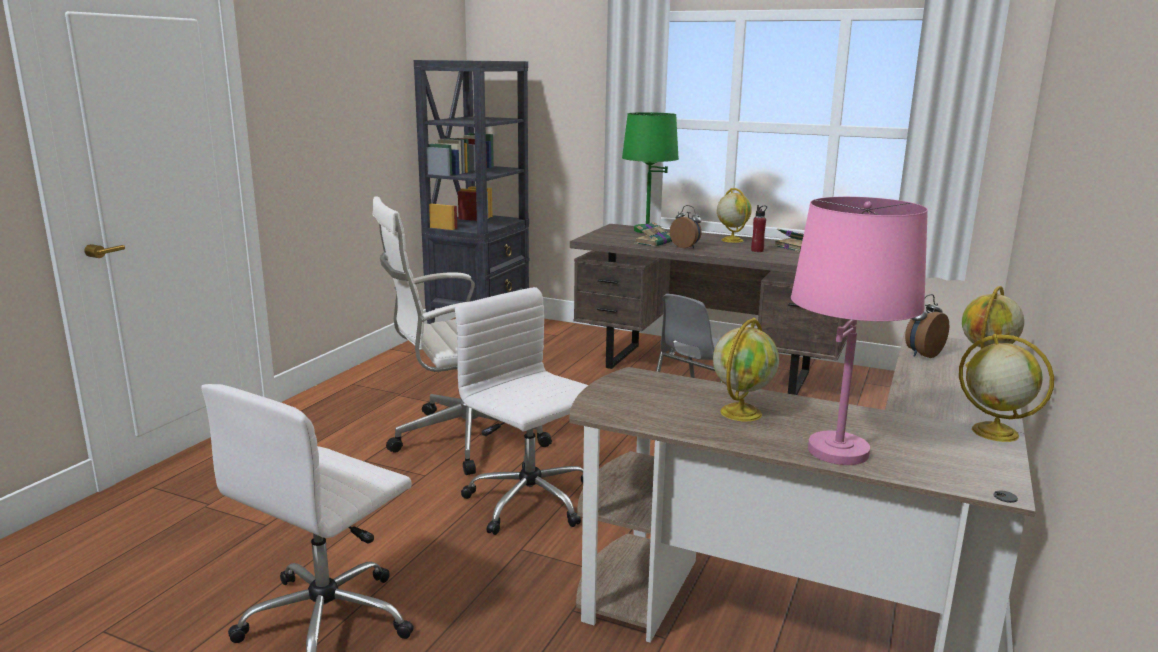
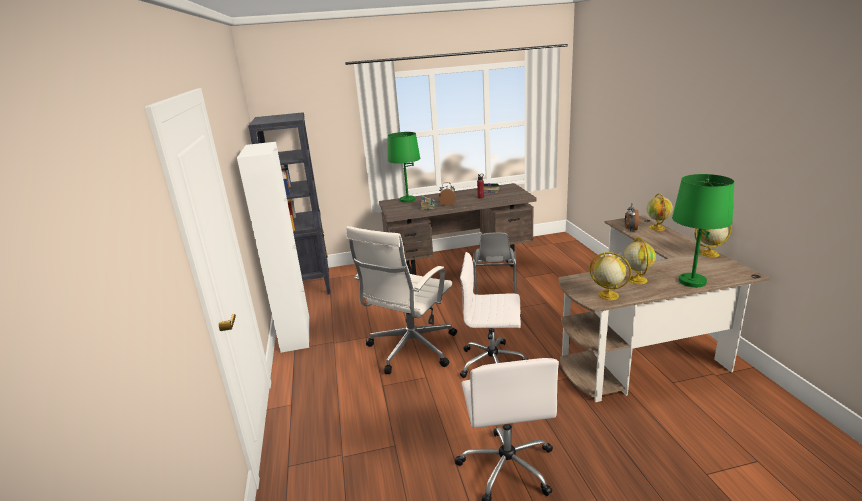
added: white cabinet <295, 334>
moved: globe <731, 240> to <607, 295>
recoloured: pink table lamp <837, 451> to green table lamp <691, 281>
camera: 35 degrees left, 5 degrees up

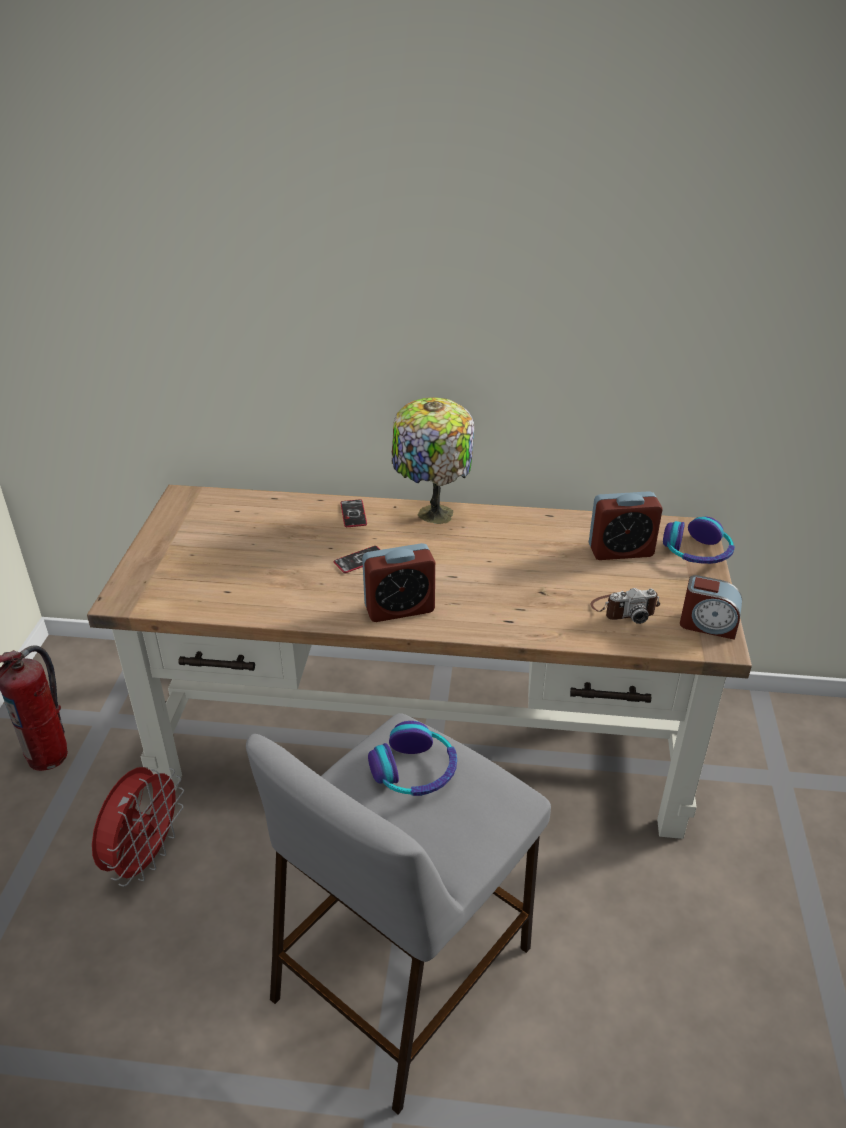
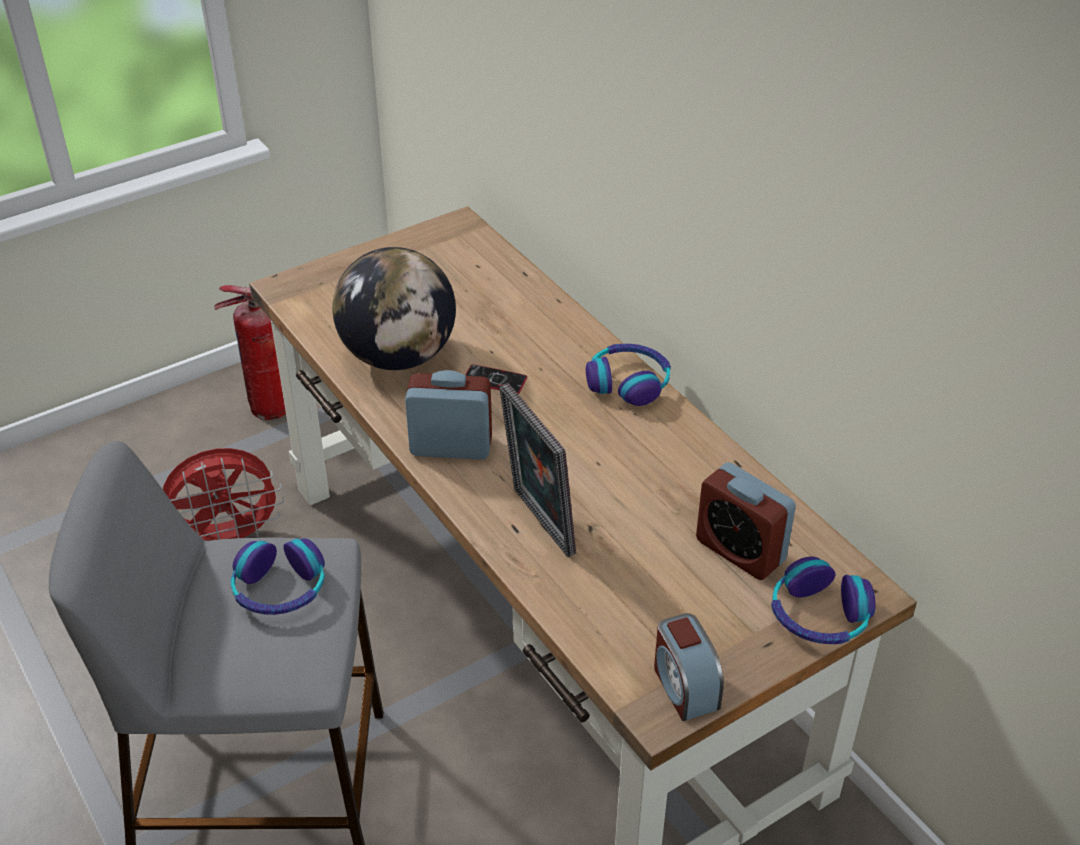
removed: phone <353, 514>; photo camera <624, 609>
added: globe <398, 356>; picture frame <538, 523>
replaced: table lamp <432, 514> to headphones <628, 382>
turned: alarm clock <399, 608> = <451, 446> 150 degrees clockwise
camera: 50 degrees right, 5 degrees up

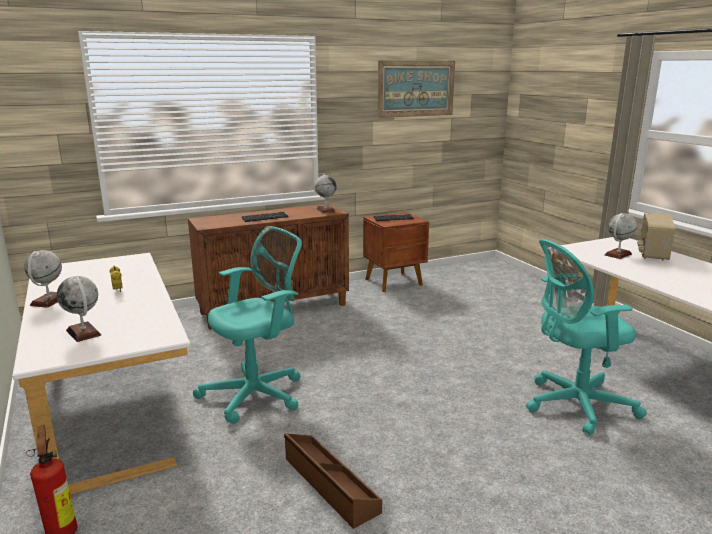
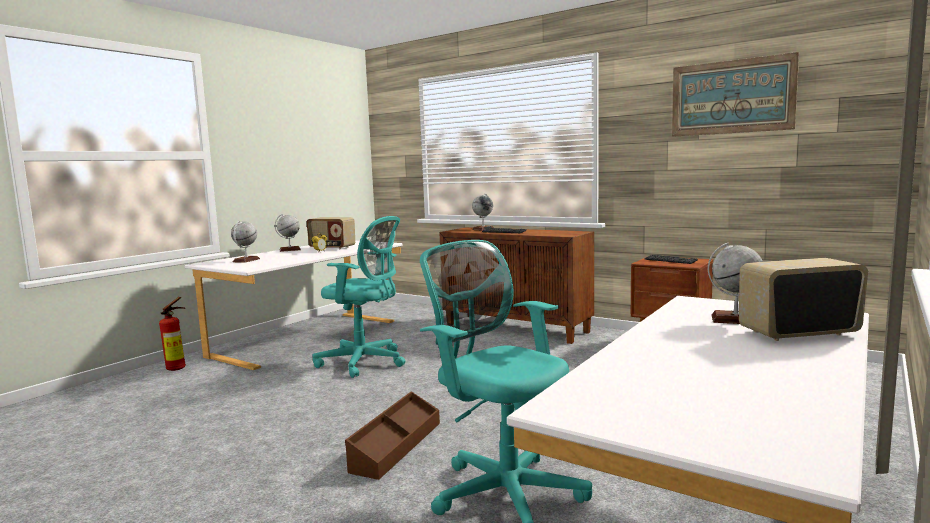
added: radio <331, 248>
moved: brown storage box <329, 485> to <396, 446>; globe <325, 210> to <483, 229>
camera: 60 degrees right, 10 degrees down

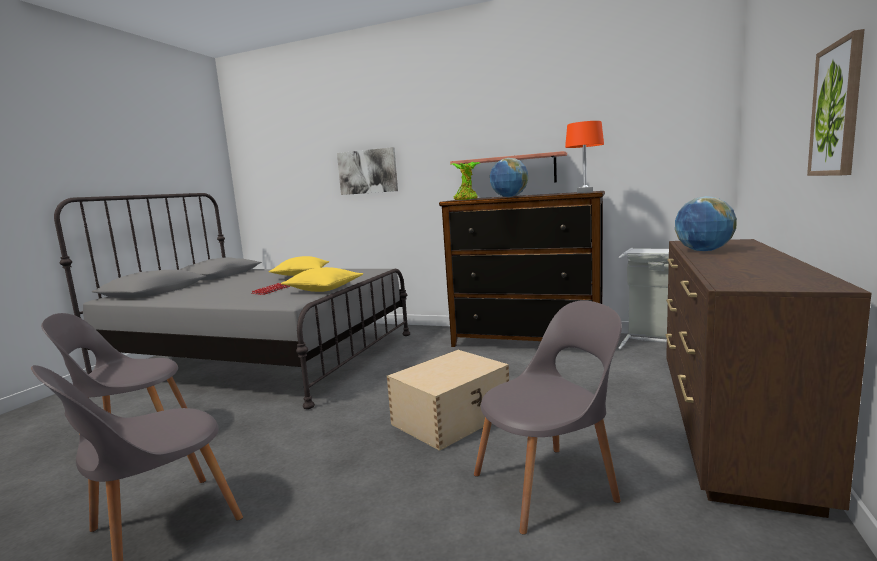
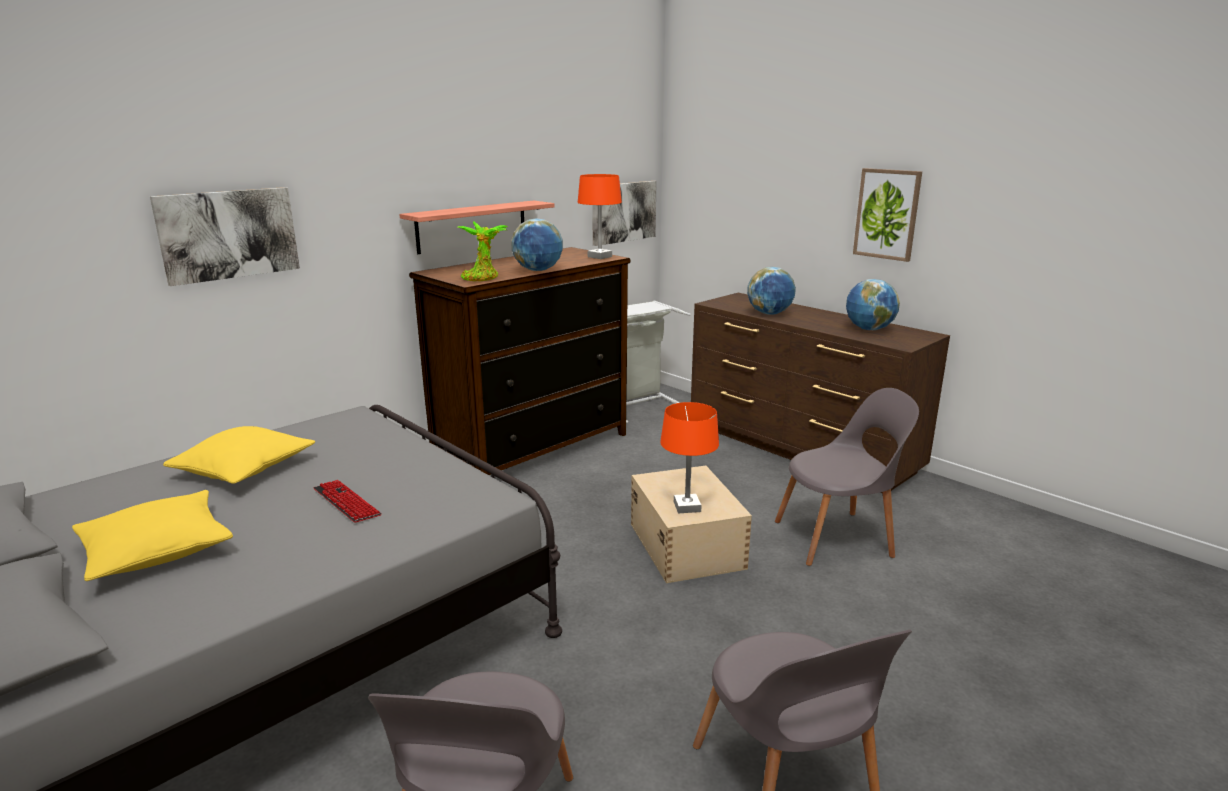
added: picture <623, 212>; orange table lamp <687, 507>; globe <869, 329>
moved: yellow pillow <324, 289> to <157, 551>
turned: grey chair <548, 485> = <838, 538> 75 degrees clockwise
camera: 65 degrees left, 10 degrees up

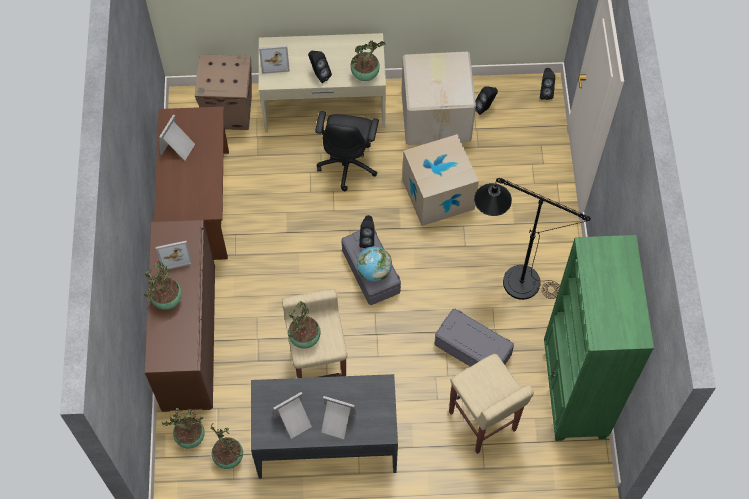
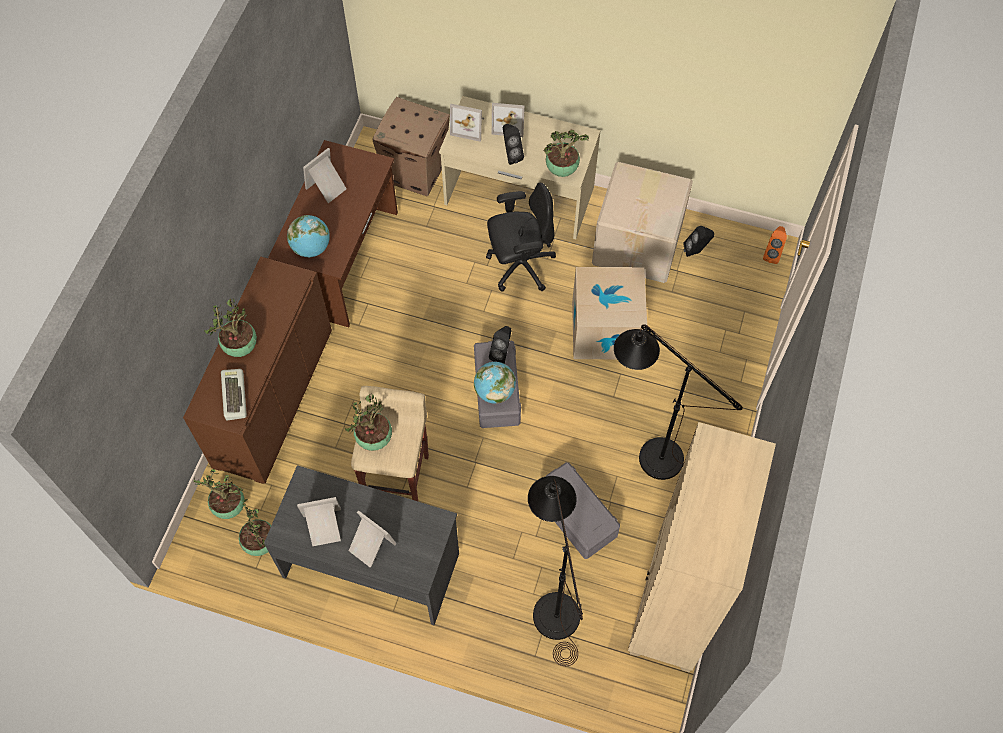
added: keyboard <233, 395>; globe <311, 248>
moved: picture frame <175, 254> to <509, 123>
replaced: beige stool <482, 422> to black floor lamp <553, 602>
recoloured: black speaker <545, 92> to orange speaker <772, 254>; green bookcase <573, 392> to beige bookcase <672, 604>
turned: black office chair <348, 164> = <520, 265> 135 degrees counterclockwise
camera: 20 degrees right, 0 degrees up

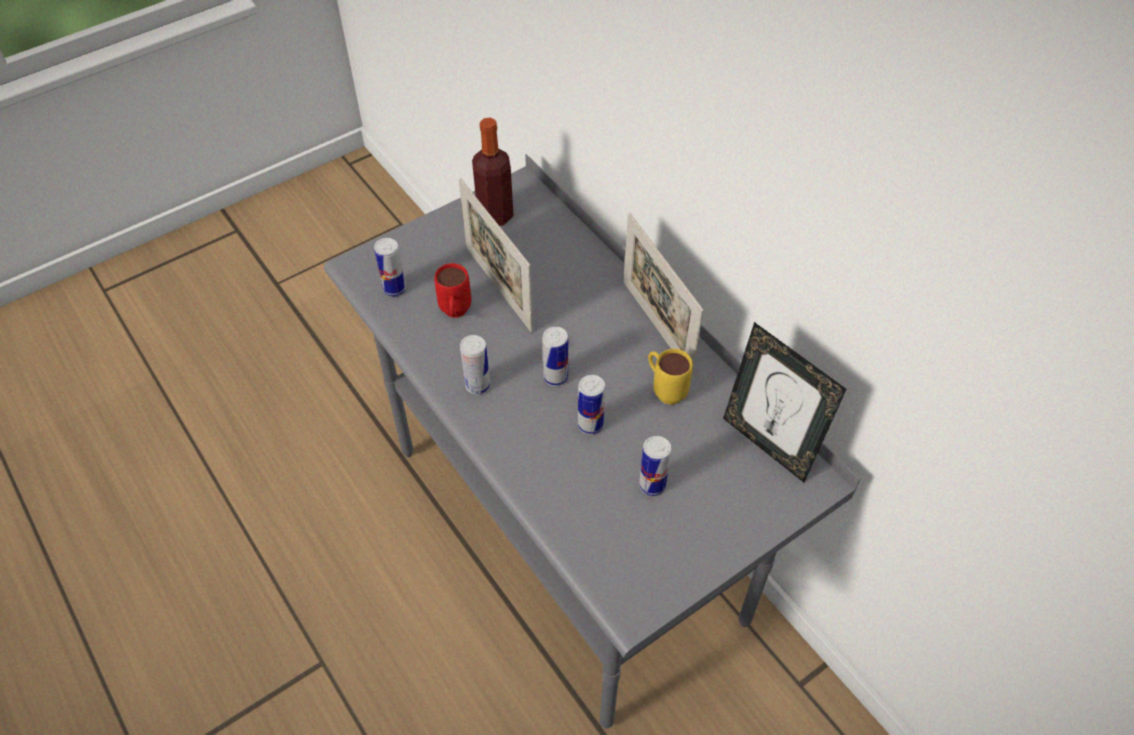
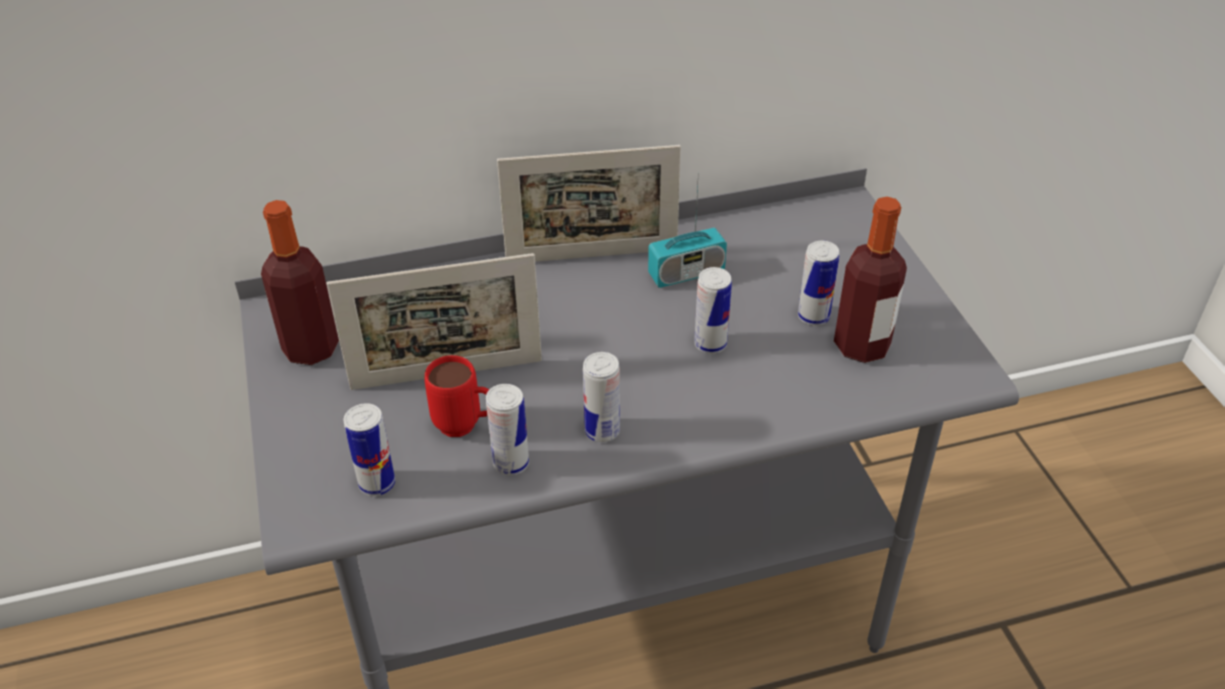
removed: picture frame <768, 444>
added: bottle <861, 346>
moved: can <555, 377> to <511, 463>
replaced: yellow mug <664, 390> to radio <686, 273>
camera: 70 degrees left, 10 degrees down

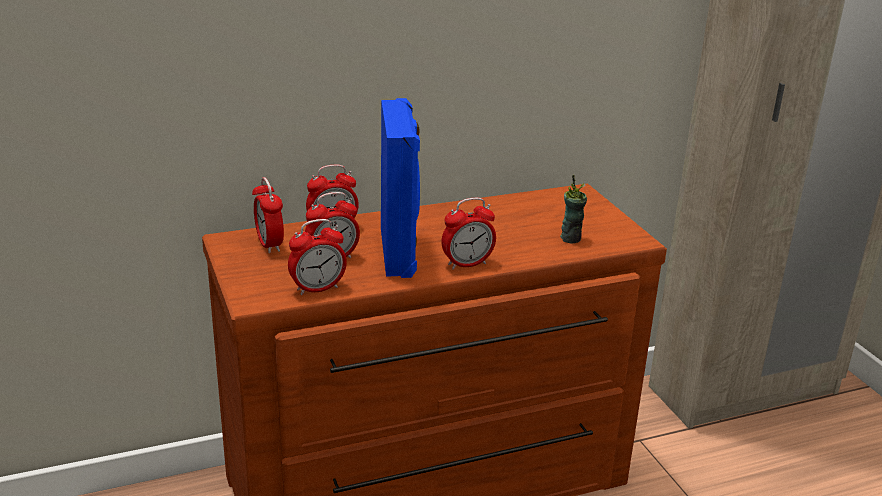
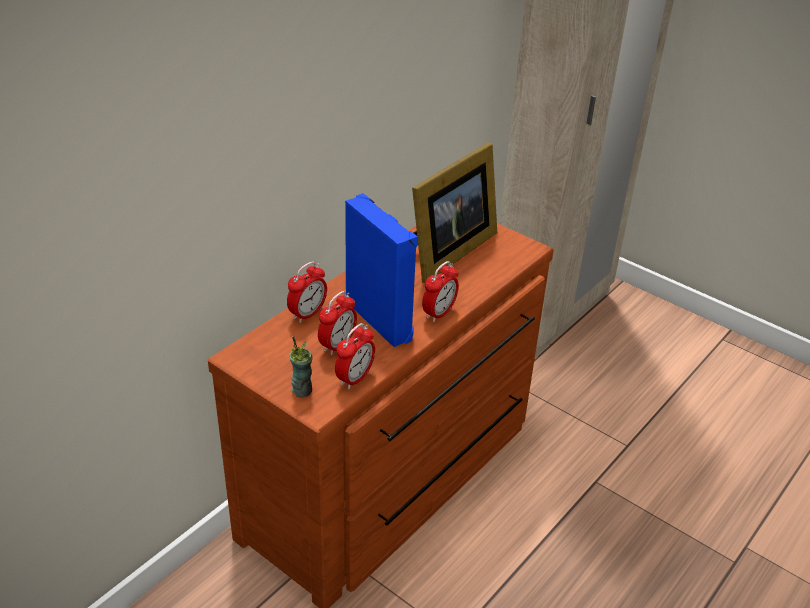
removed: alarm clock <269, 245>
added: picture frame <446, 252>
moved: cup <571, 238> to <302, 390>
camera: 30 degrees left, 10 degrees up

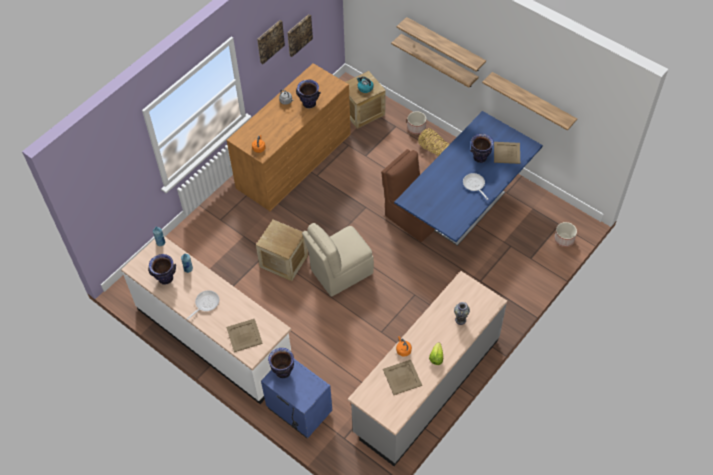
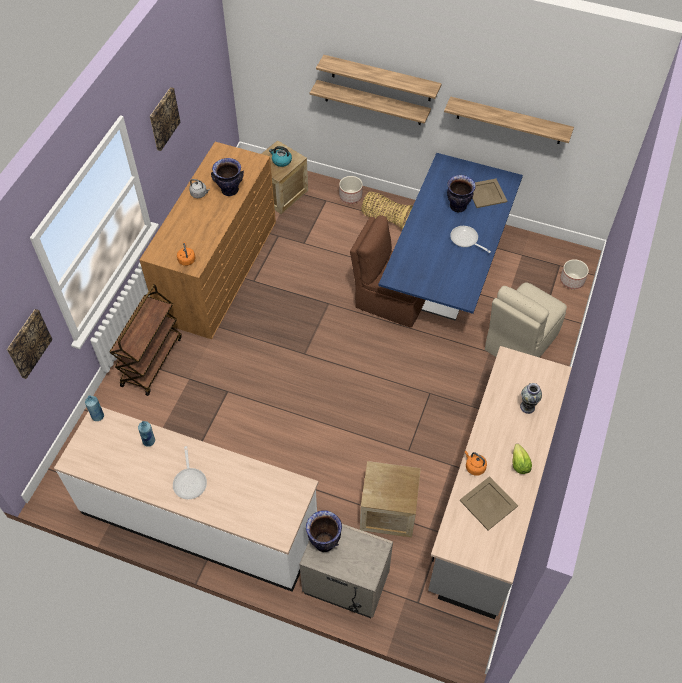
removed: vase <165, 278>; beige tray <244, 335>
added: brown cart <151, 361>
moved: crate <283, 261> to <388, 511>; picture <299, 35> to <28, 343>; beige chair <340, 272> to <519, 343>
recoloured: blue nightstand <298, 410> to beige nightstand <345, 584>
turned: frying pan <205, 304> = <190, 481> 150 degrees clockwise
camera: 20 degrees left, 0 degrees up

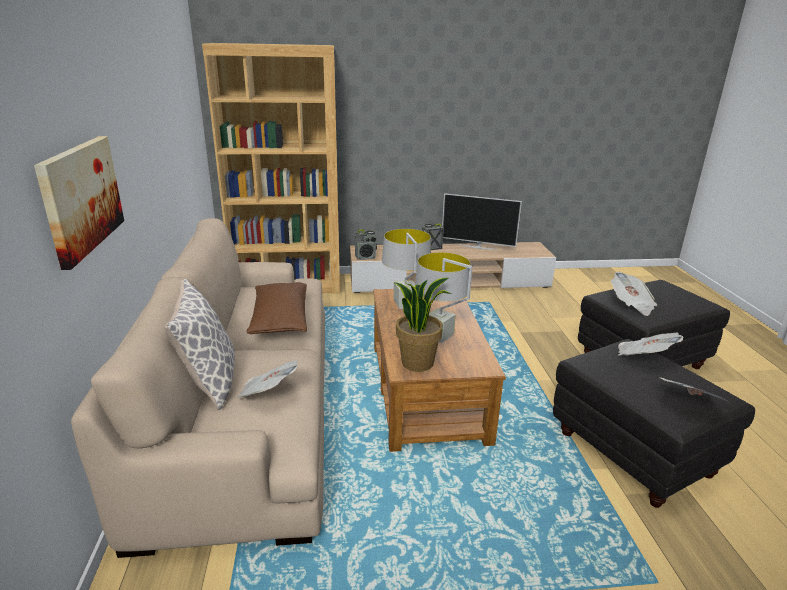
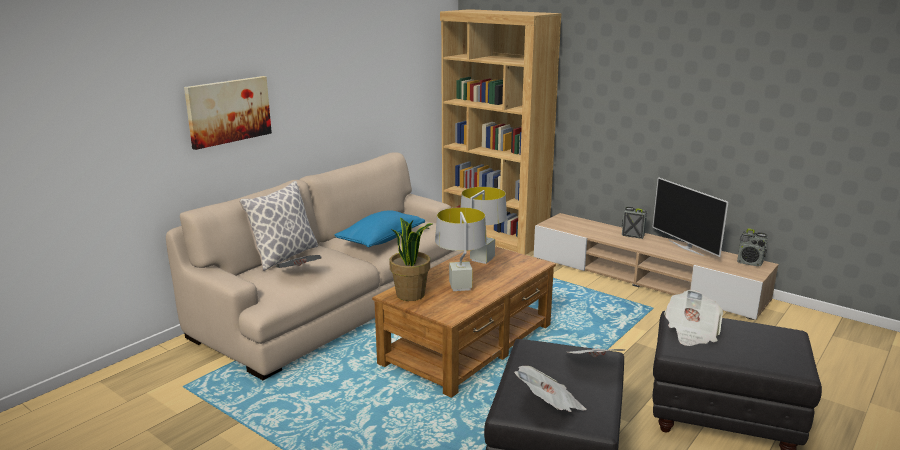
moved: radio <366, 257> to <750, 263>
recoloured: brown pillow <280, 320> to blue pillow <381, 240>
camera: 45 degrees right, 5 degrees down

